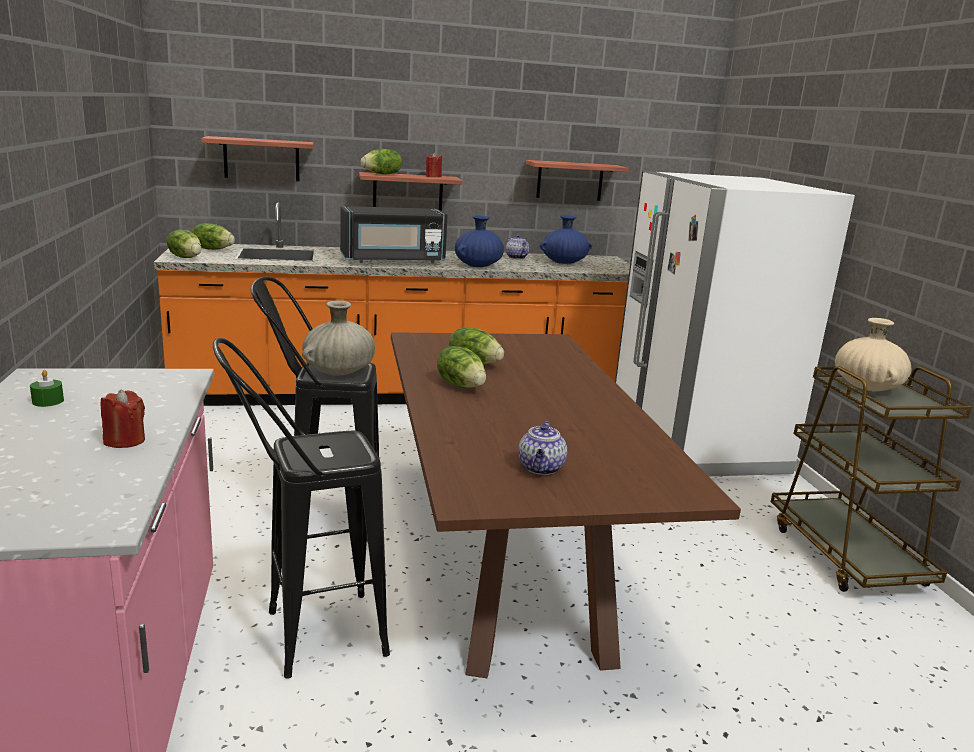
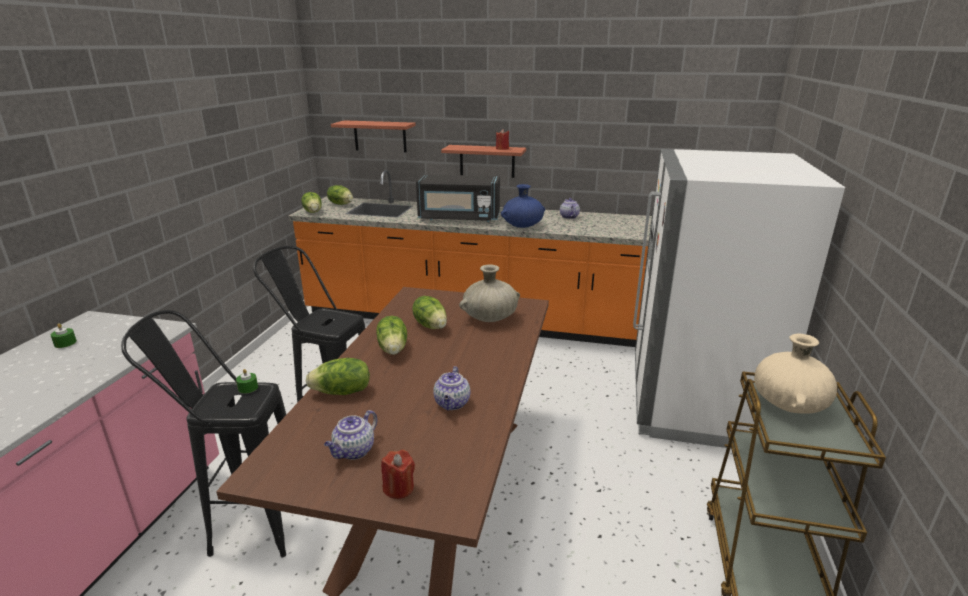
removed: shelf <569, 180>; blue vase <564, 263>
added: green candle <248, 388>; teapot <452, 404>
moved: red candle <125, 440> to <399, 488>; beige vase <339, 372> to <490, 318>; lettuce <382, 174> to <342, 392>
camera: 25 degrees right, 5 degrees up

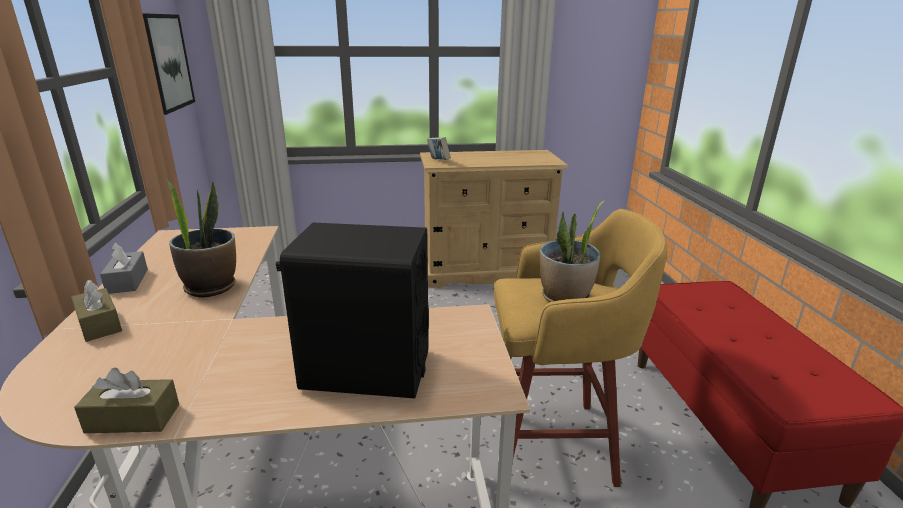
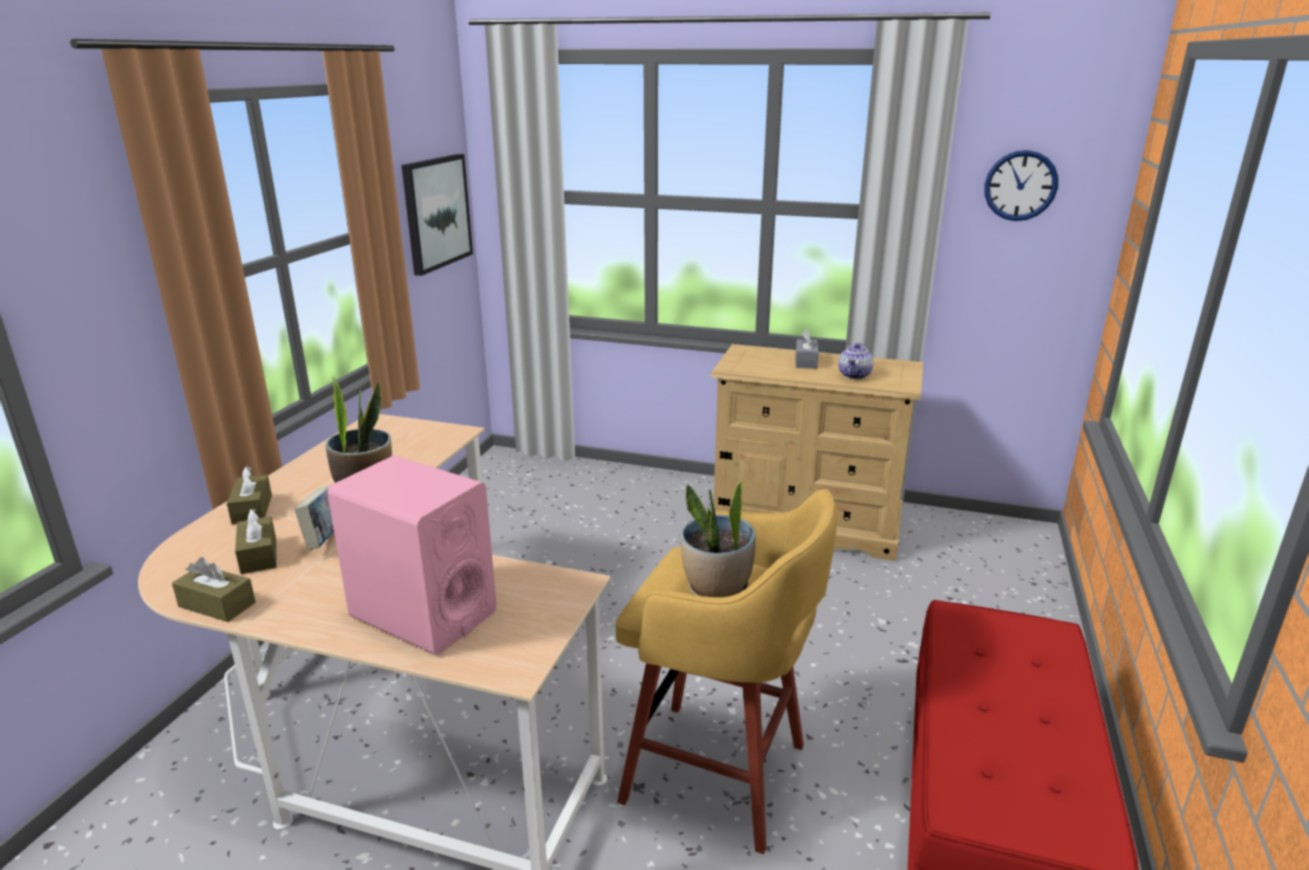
added: brown tissue box <259, 555>; teapot <855, 375>; wall clock <1020, 185>
moved: grey tissue box <127, 281> to <806, 361>; book <438, 161> to <323, 540>
recoloured: black speaker <366, 369> to pink speaker <422, 614>
camera: 25 degrees right, 0 degrees up

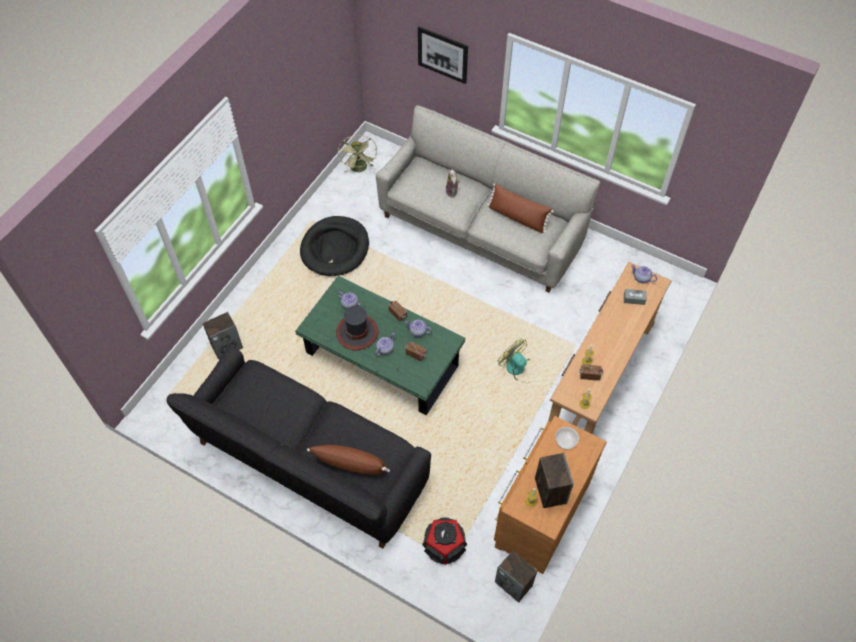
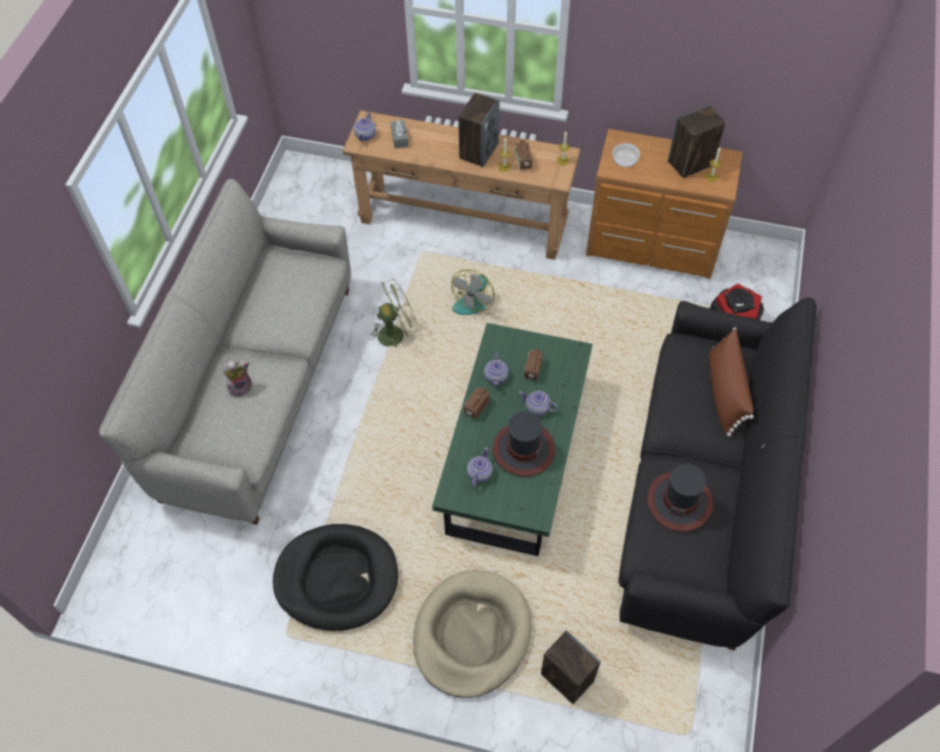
removed: picture <442, 55>; brown pillow <517, 217>
added: beige dog bed <471, 634>; hat <679, 501>
moved: green fan <359, 169> to <396, 333>; speaker <514, 584> to <479, 151>
camera: 105 degrees left, 0 degrees up

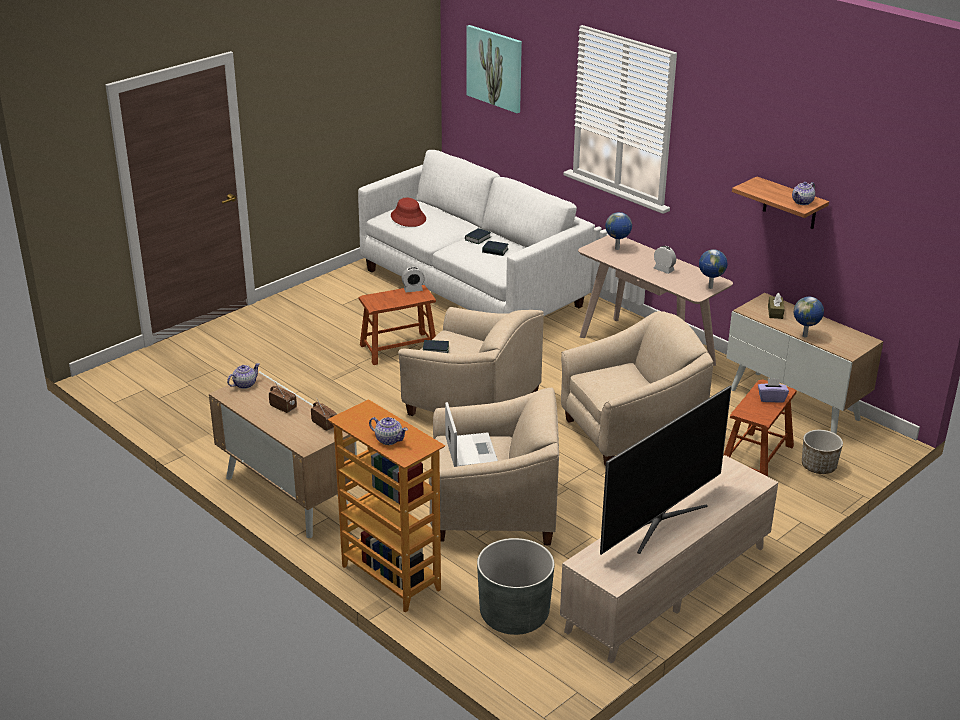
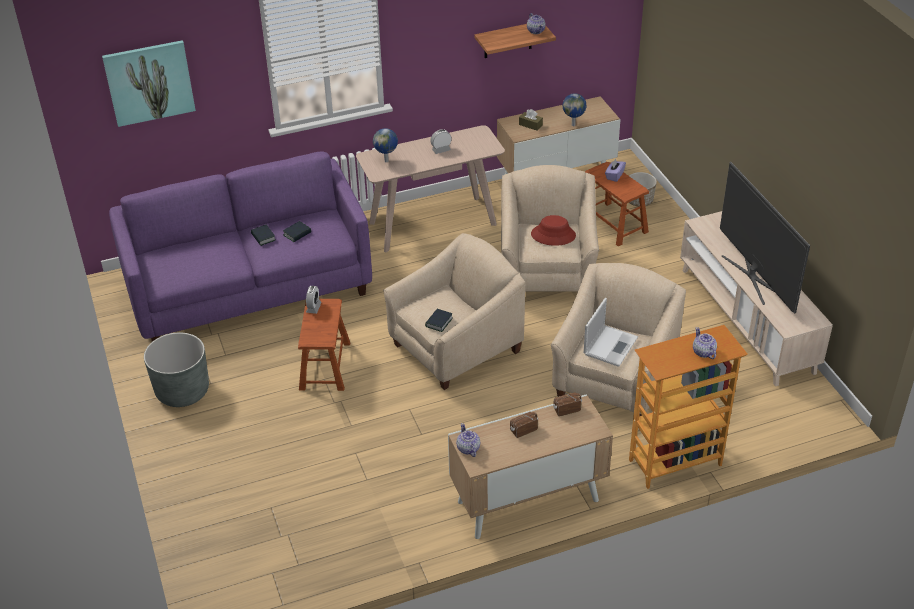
removed: globe <709, 287>
moved: red hat <408, 218> to <553, 235>; grey planter <514, 615> to <182, 391>
recoloured: white sofa <472, 288> to purple sofa <249, 288>
turned: teapot <388, 439> = <703, 352> 75 degrees counterclockwise; laptop <470, 451> = <610, 345> 105 degrees clockwise
camera: 65 degrees left, 10 degrees up

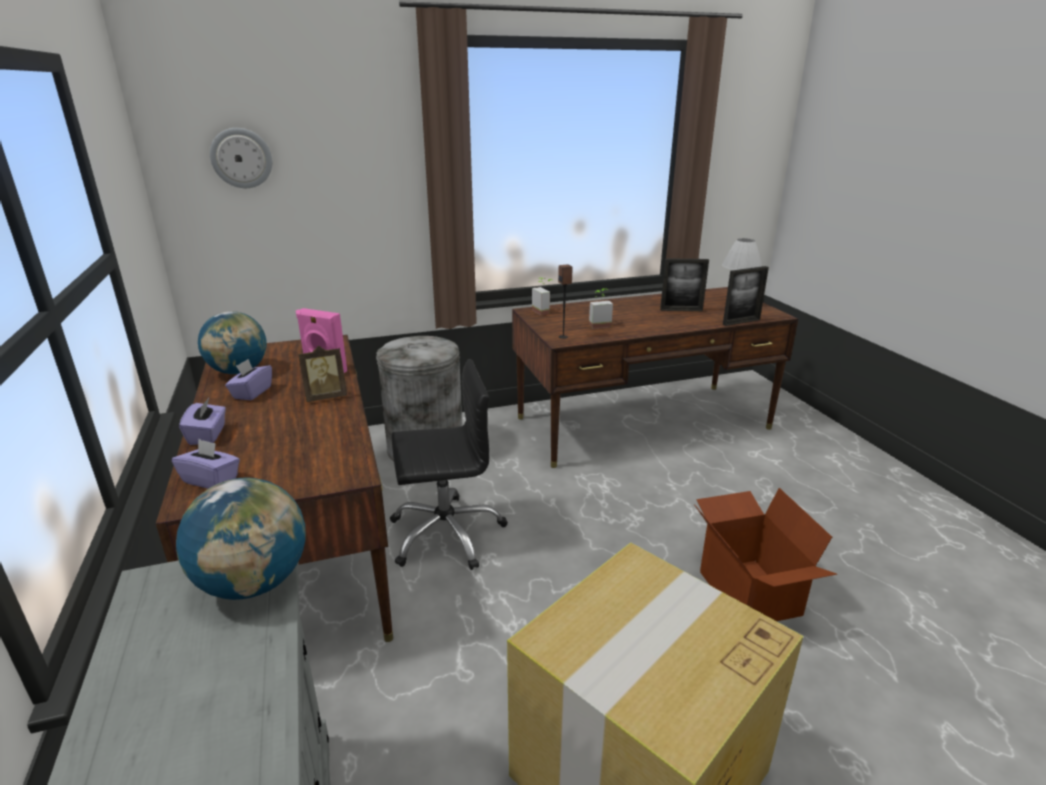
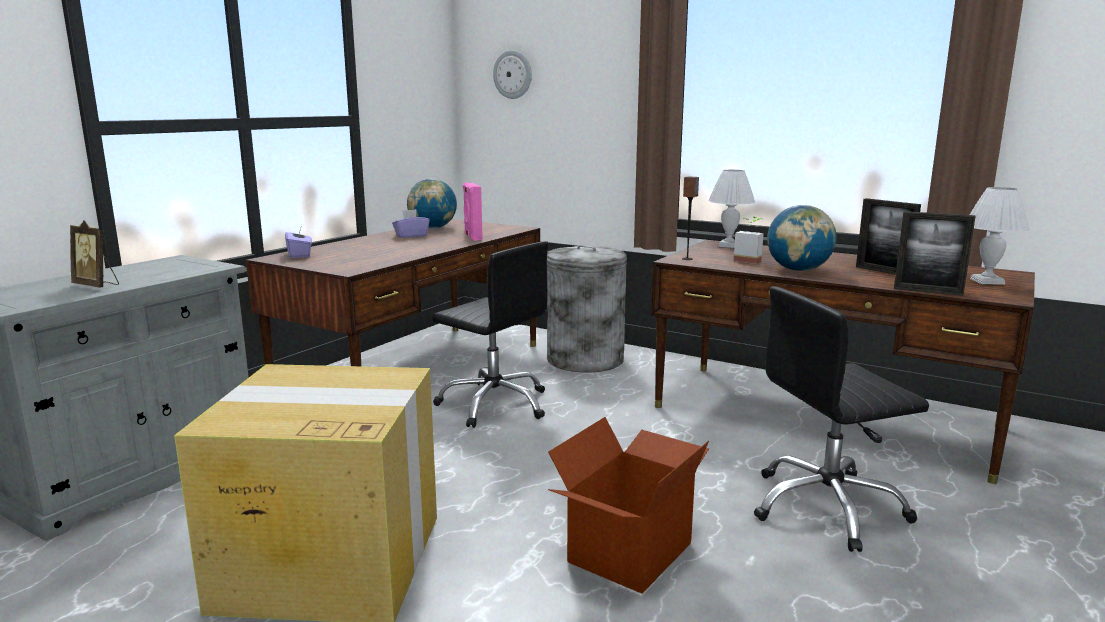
removed: purple tissue box <208, 435>
added: black office chair <827, 507>
moved: globe <254, 583> to <798, 270>; picture frame <326, 397> to <97, 285>
replaced: potted plant <544, 311> to white table lamp <728, 245>
camera: 50 degrees right, 10 degrees down

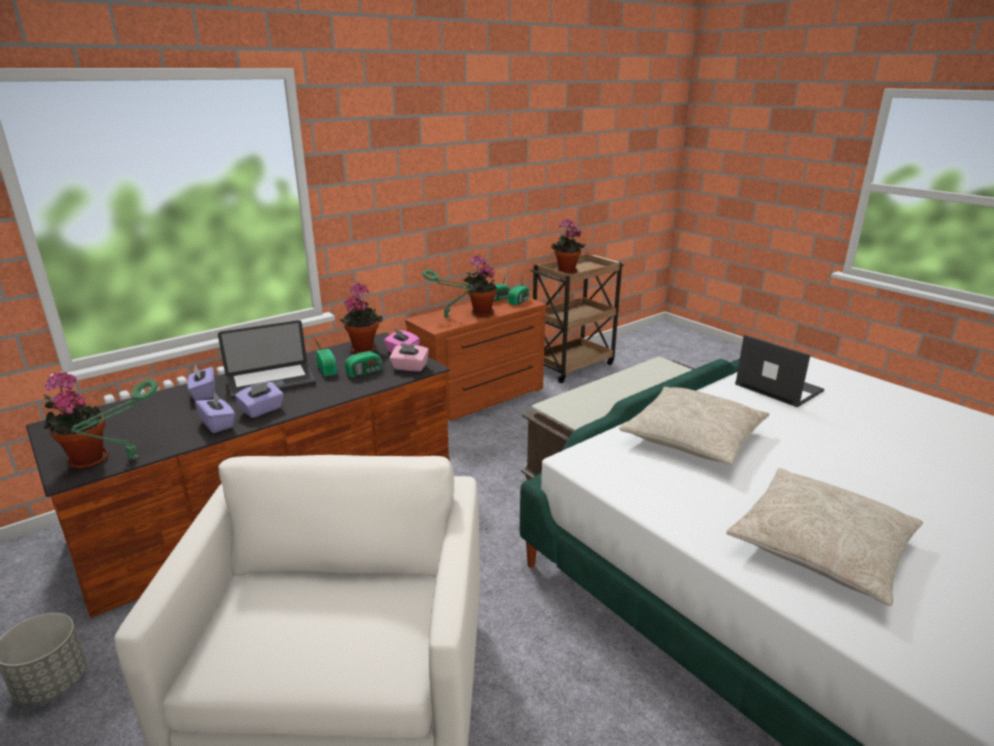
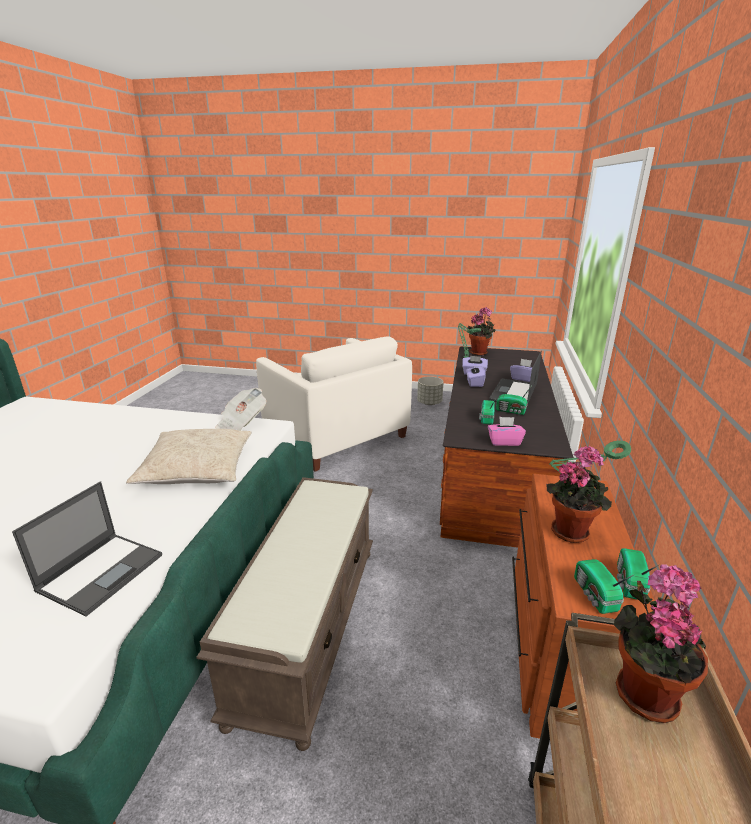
removed: potted plant <363, 349>; pink tissue box <409, 367>; beige pillow <821, 546>
added: newspaper <241, 422>
turned: laptop <777, 387> = <102, 571> 75 degrees counterclockwise
camera: 140 degrees right, 0 degrees up

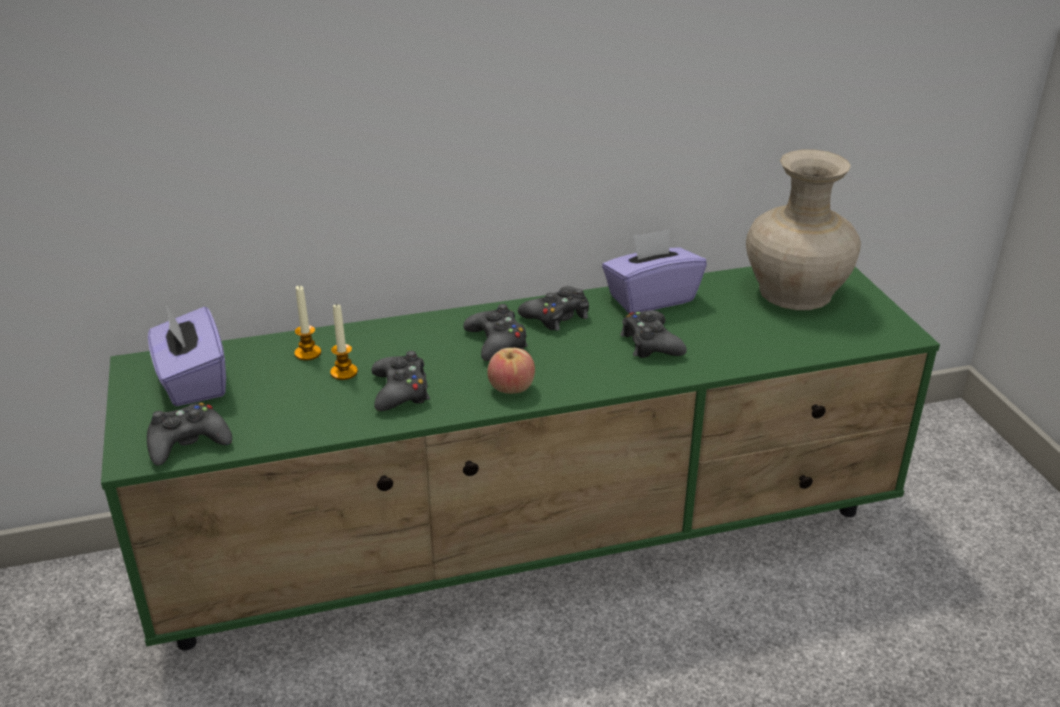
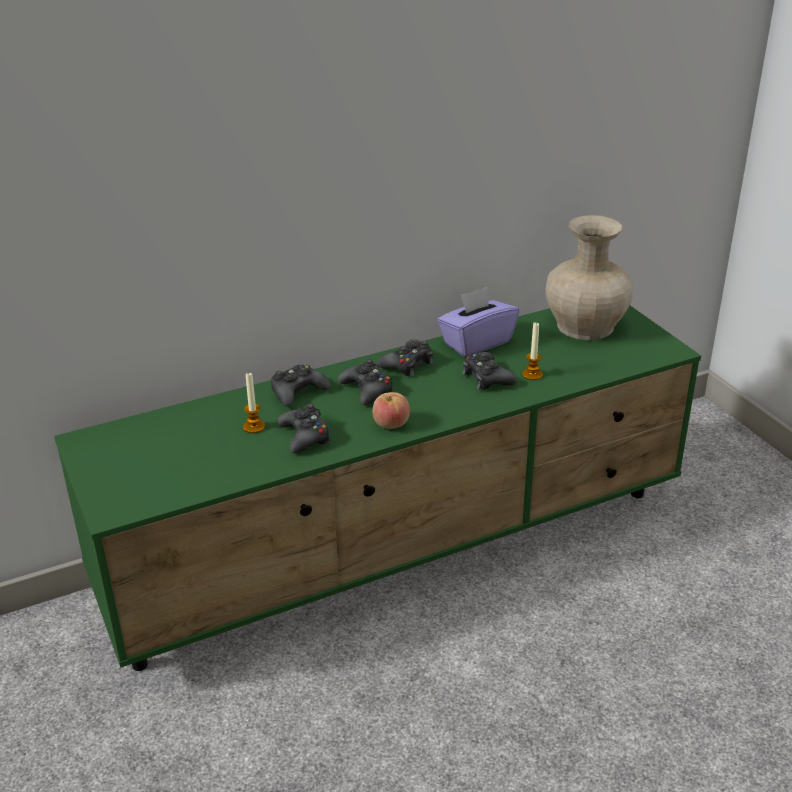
removed: purple tissue box <192, 381>
moved: black game controller <188, 443> to <298, 392>; candle <308, 353> to <532, 374>
camera: 10 degrees left, 0 degrees up

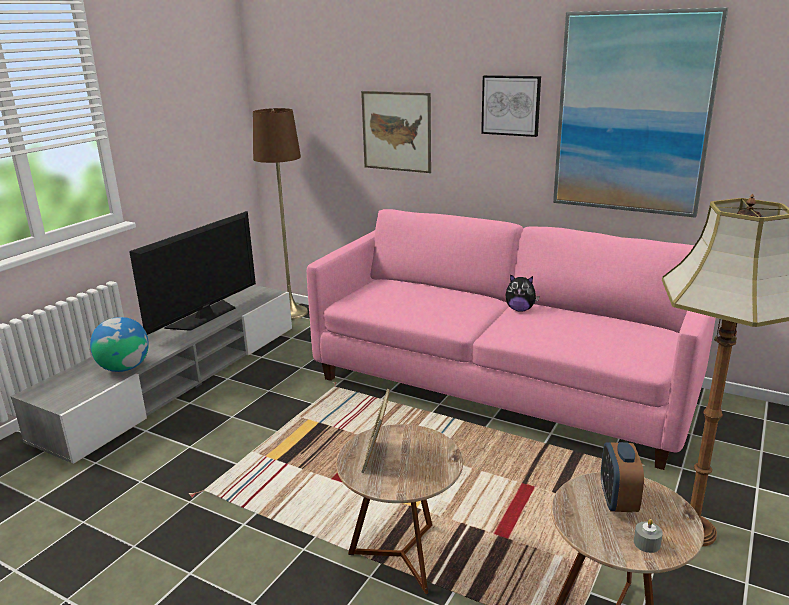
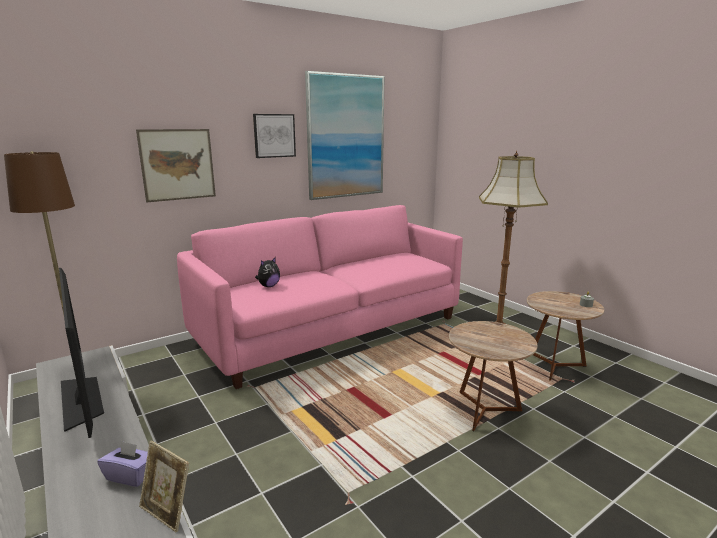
removed: alarm clock <617, 501>
moved: picture frame <376, 457> to <167, 511>; plush toy <520, 309> to <268, 286>
replaced: globe <124, 368> to purple tissue box <130, 475>
camera: 65 degrees left, 5 degrees down

